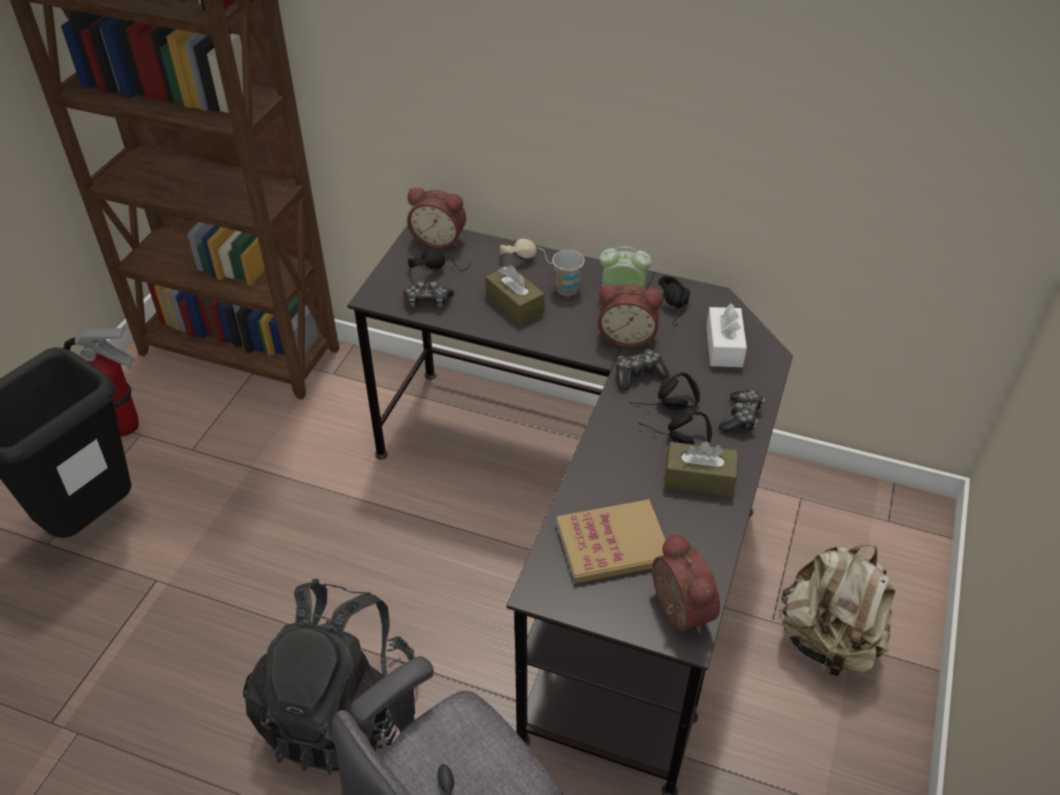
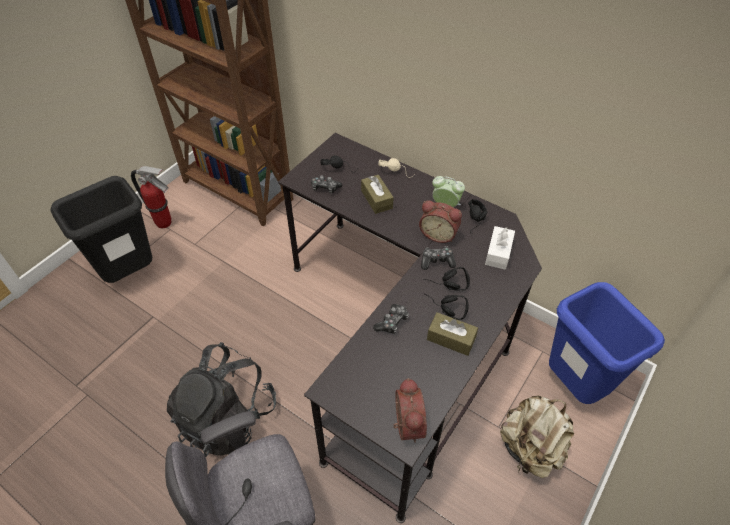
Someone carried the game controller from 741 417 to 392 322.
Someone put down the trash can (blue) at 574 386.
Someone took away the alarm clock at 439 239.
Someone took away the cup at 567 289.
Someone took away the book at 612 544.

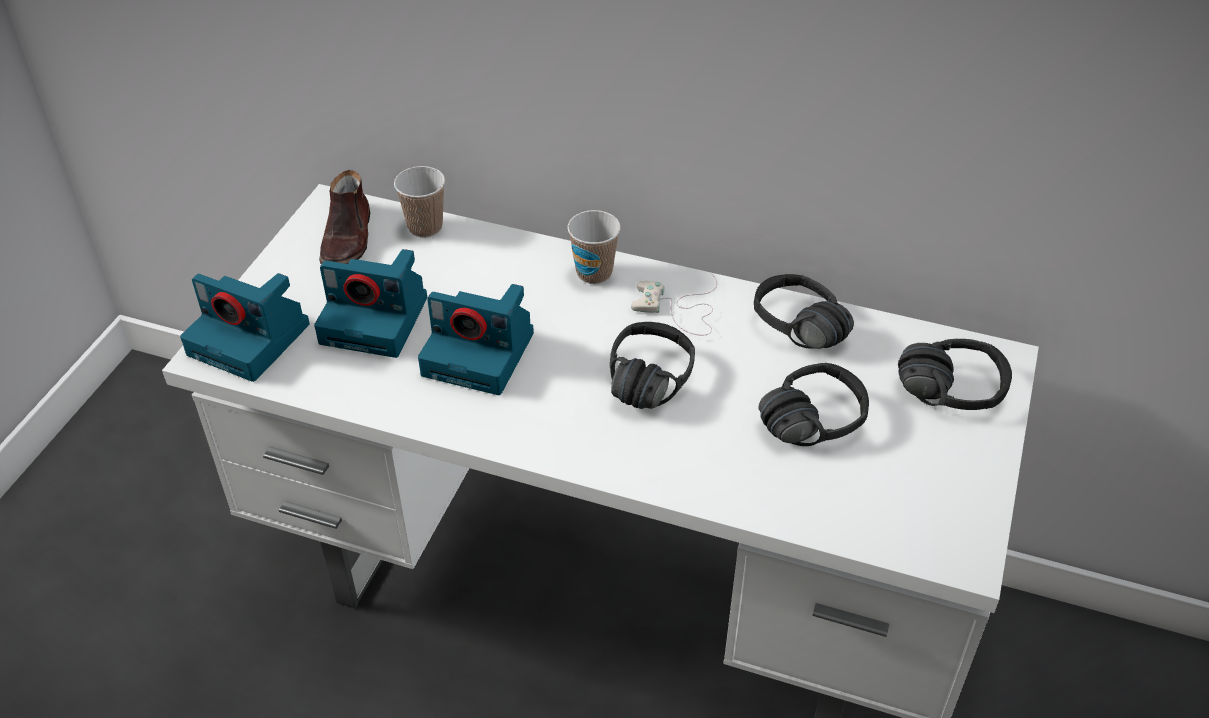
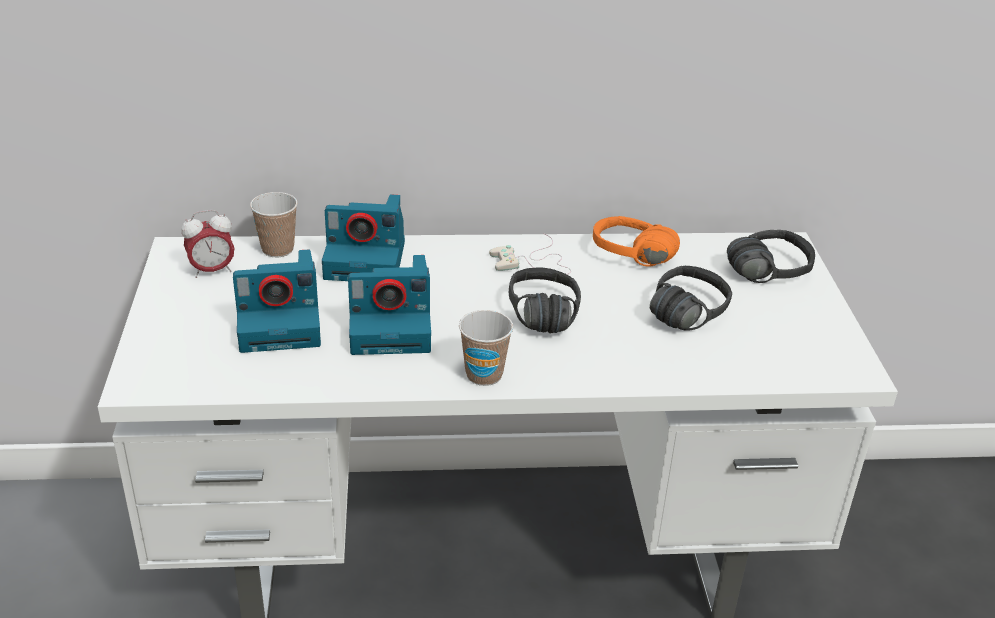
Someone swapped the shoe (brown) at 348 238 for the alarm clock at 212 271.
Someone carried the photo camera from 252 339 to 367 260.
Someone carried the cup from 594 273 to 484 375.
Someone repainted the headphones (black) at 790 334, which became the headphones (orange) at 629 261.

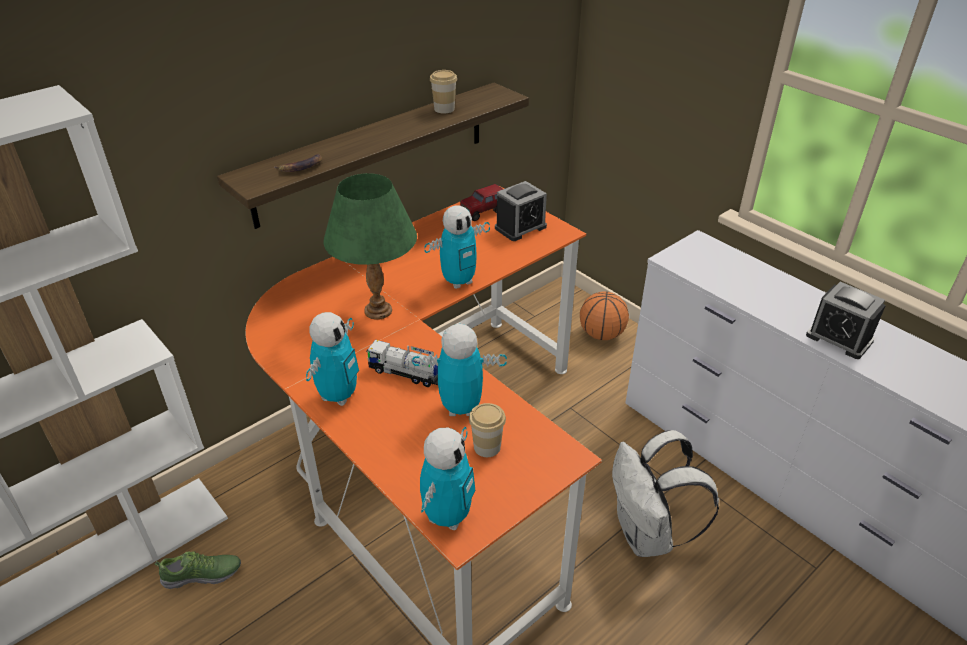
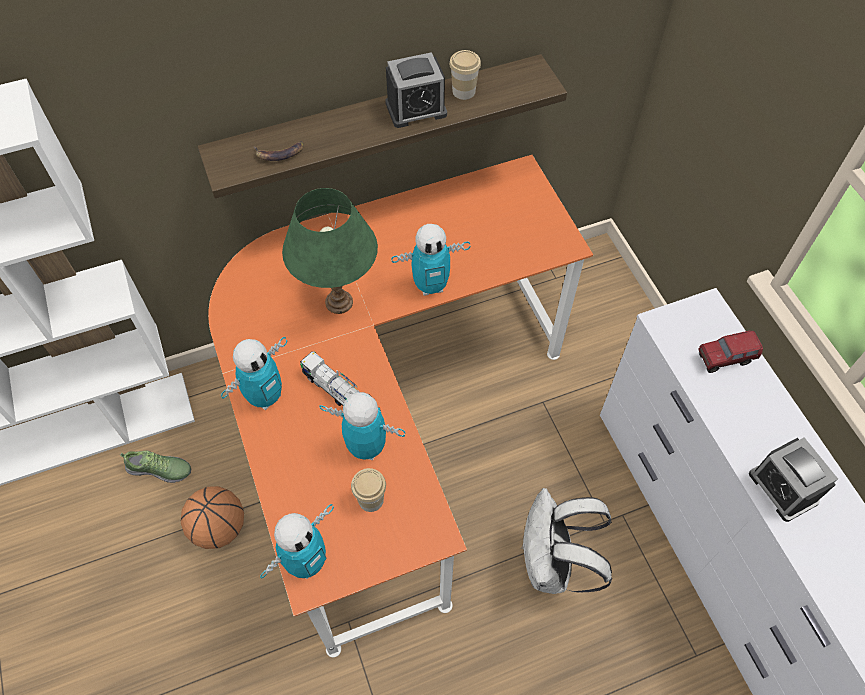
Someone carried the basketball from 601 334 to 219 527.
Someone carried the alarm clock from 520 227 to 416 109.
Someone carried the toy truck from 483 212 to 725 359.

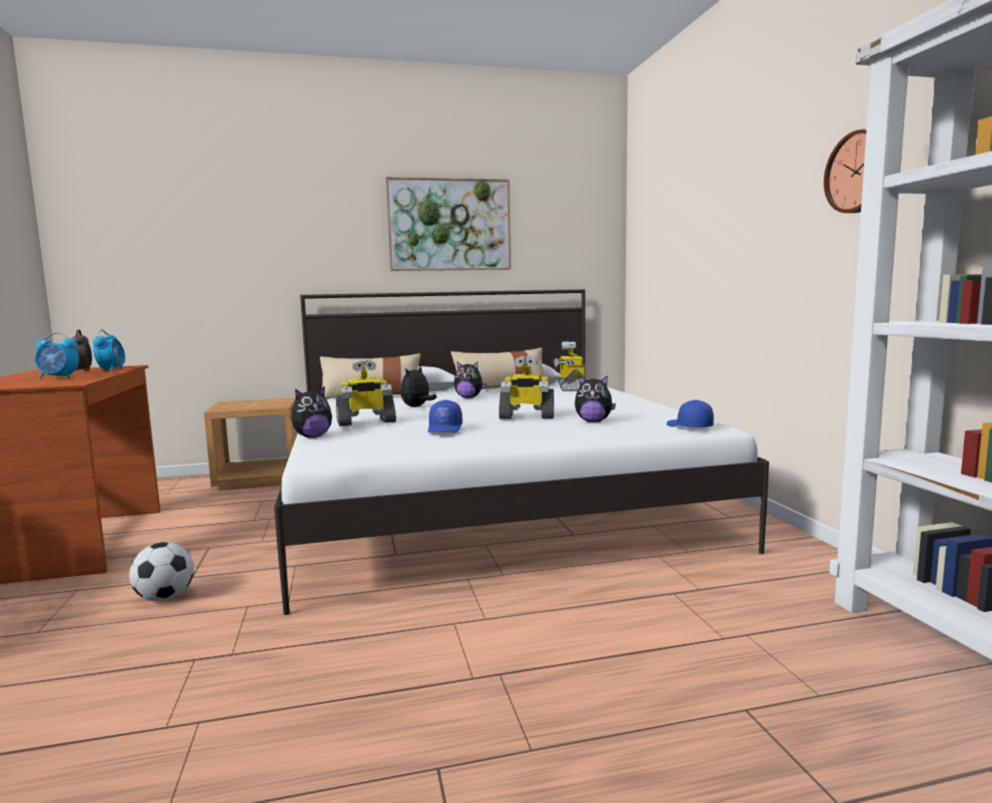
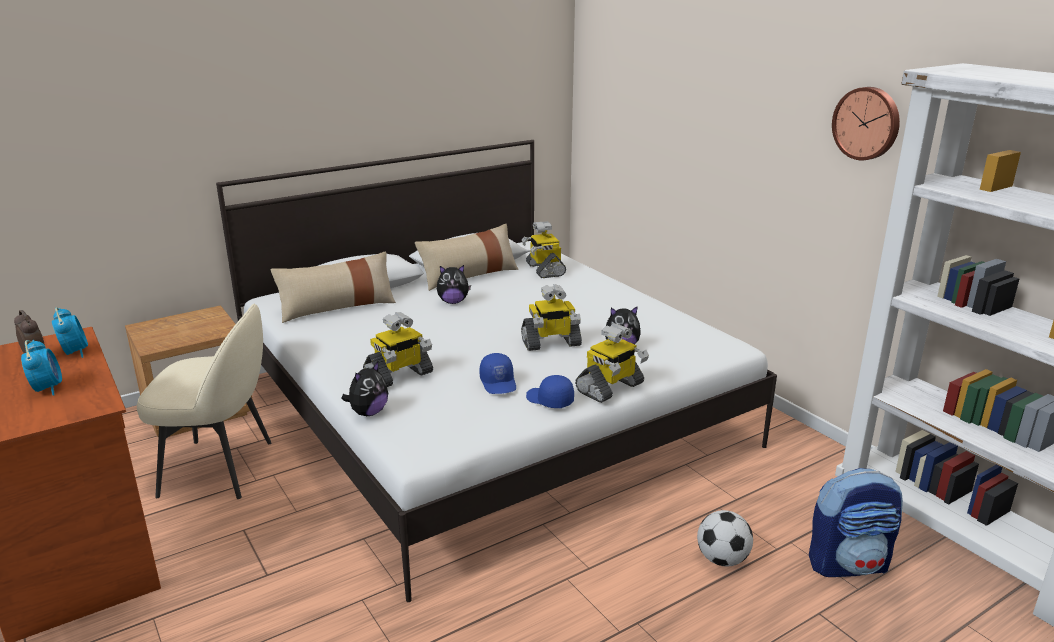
Someone rotated the alarm clock at 59 377 by 90 degrees counterclockwise.
Someone put down the chair (beige) at 220 468.
Someone carried the cap (blue) from 688 426 to 549 400.
Someone put down the toy robot at 610 388.
Someone carried the football from 165 598 to 722 559.
Someone put down the backpack at 848 564.
Someone took away the picture at 449 225.
Someone took away the plush toy at 417 407.

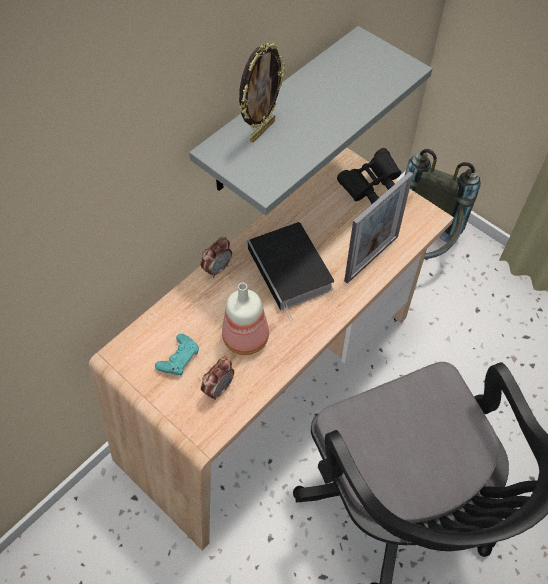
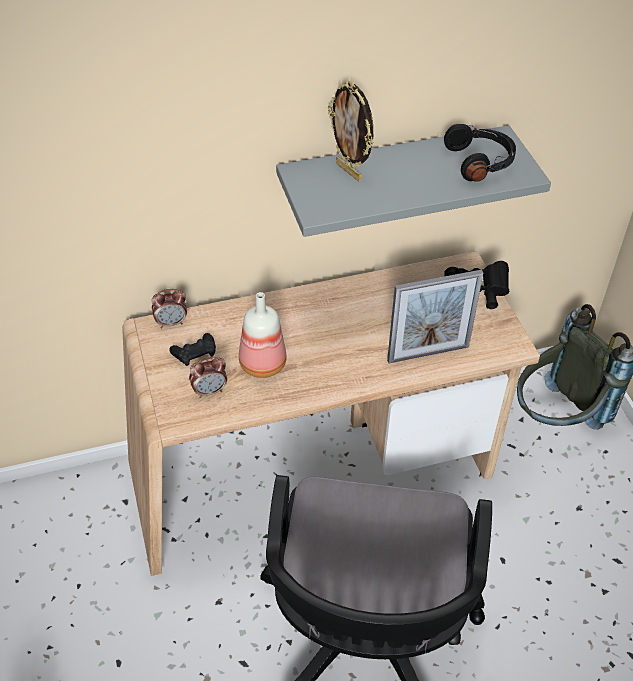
Someone carried the alarm clock from 217 269 to 171 323.
Someone repainted the game controller (turquoise) at 179 358, which became the game controller (black) at 194 353.
Someone rotated the picture frame at 261 130 by 75 degrees clockwise.
Someone put down the headphones (black) at 480 162.
Someone took away the book at 292 271.

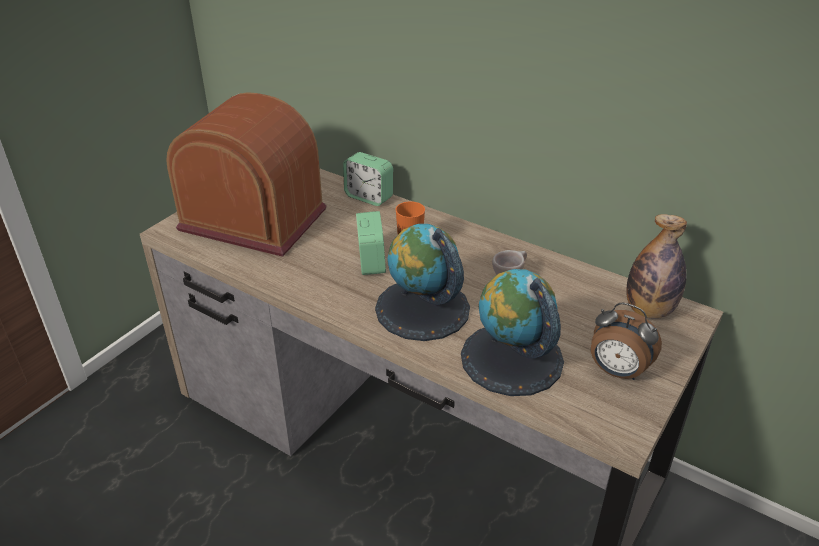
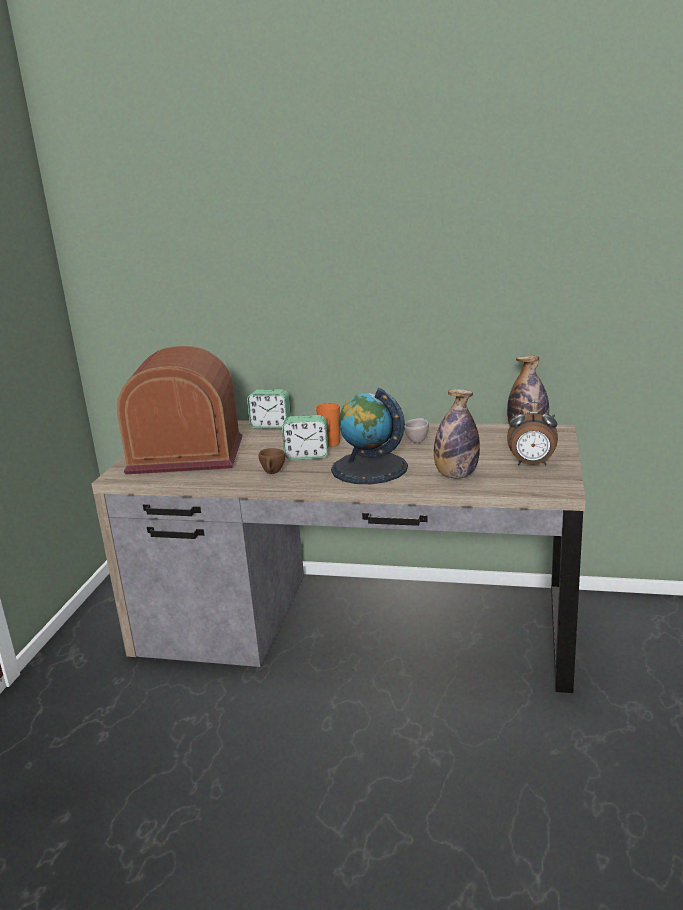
Someone put down the cup (brown) at 273 473.
Someone rotated the alarm clock at 371 262 by 120 degrees clockwise.
Someone swapped the globe at 511 359 for the bottle at 456 475.

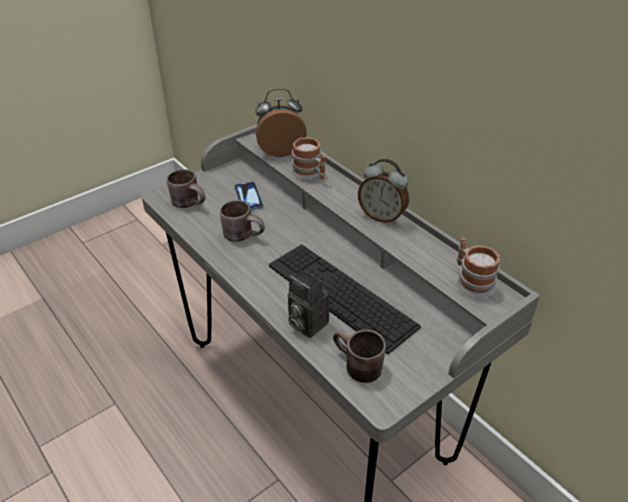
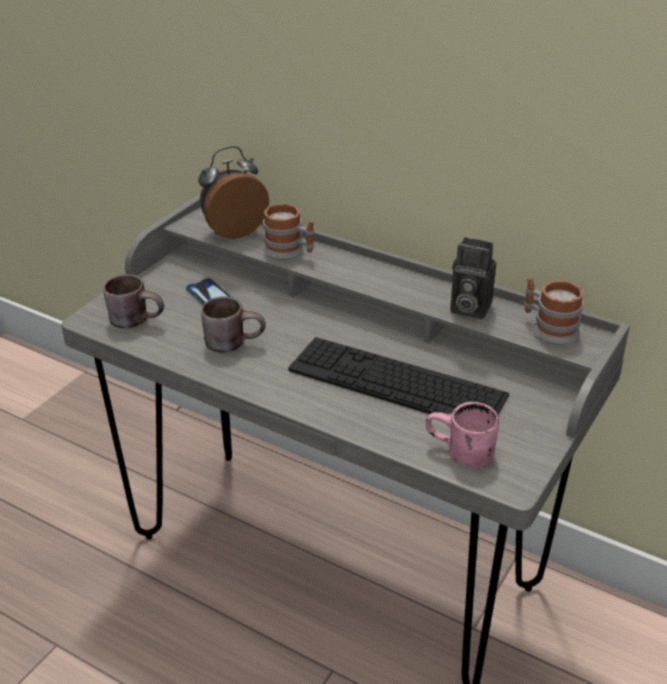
Someone repainted the mug (brown) at 355 367, which became the mug (pink) at 460 454.
Someone carried the photo camera from 305 323 to 467 308.
Someone took away the alarm clock at 382 216.

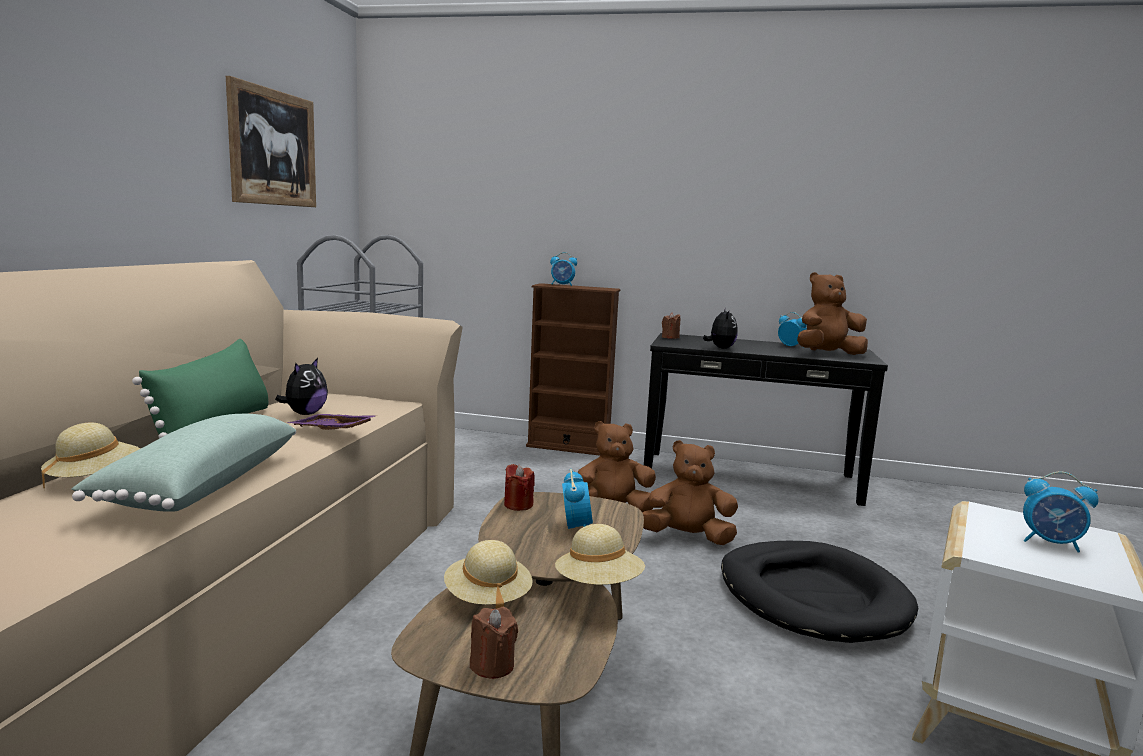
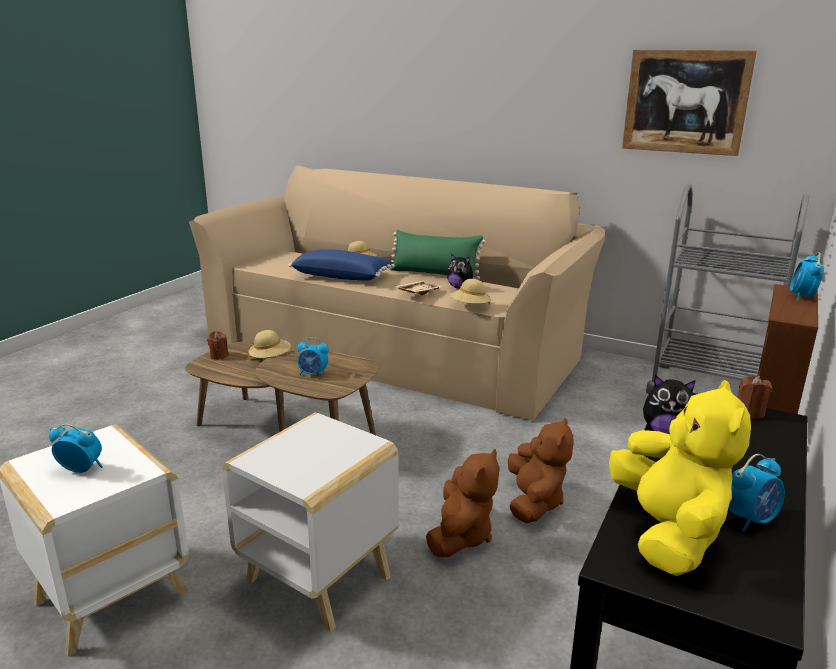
Someone rotated the alarm clock at 1051 543 by 60 degrees clockwise.
Someone swapped the dog bed (black) at 812 596 for the side table (white) at 321 579.
Someone repainted the pillow (green) at 199 485, which became the pillow (blue) at 342 277.
Someone repainted the tray (purple) at 331 431, which became the tray (beige) at 417 292.
Someone carried the hat (beige) from 598 585 to 470 307.
Someone repainted the plush toy (brown) at 827 354, which became the plush toy (yellow) at 667 533.
Someone took away the candle (red) at 518 505.

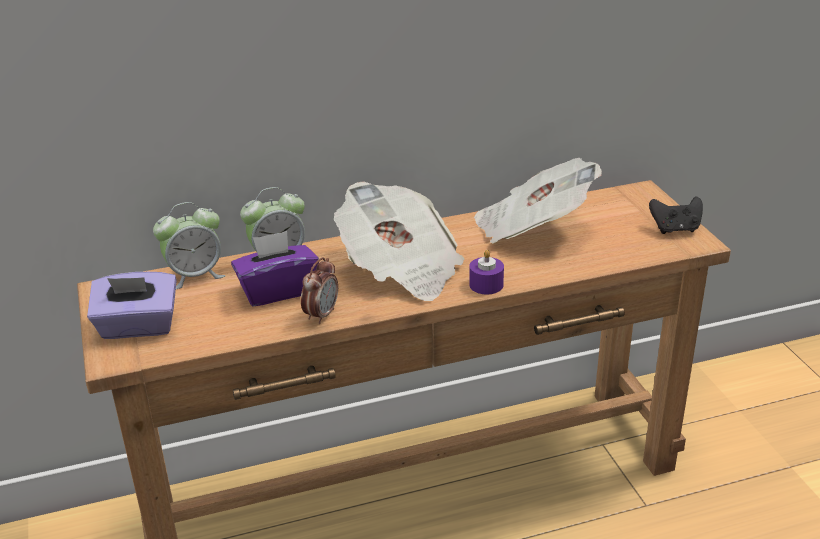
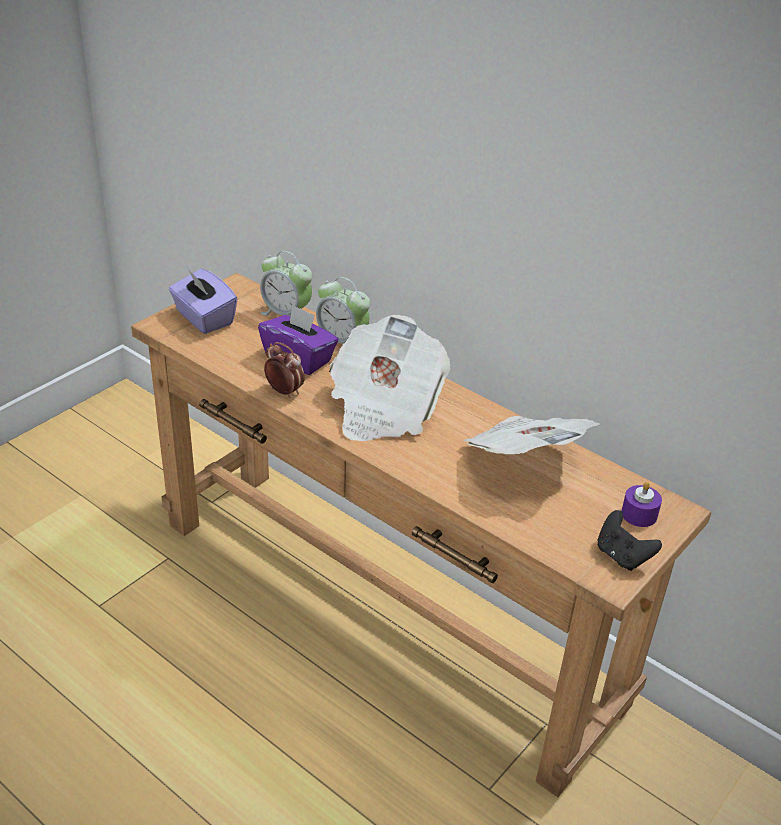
Someone rotated the alarm clock at 321 315 by 135 degrees counterclockwise.
Someone carried the candle (purple) from 486 285 to 639 514.

